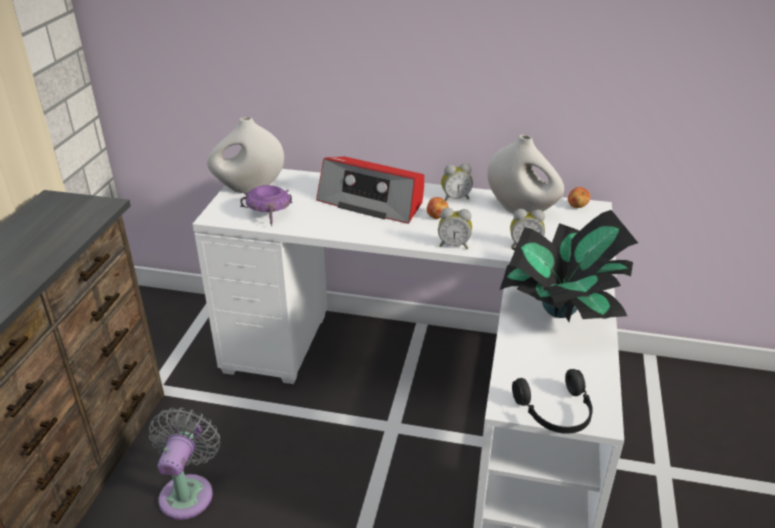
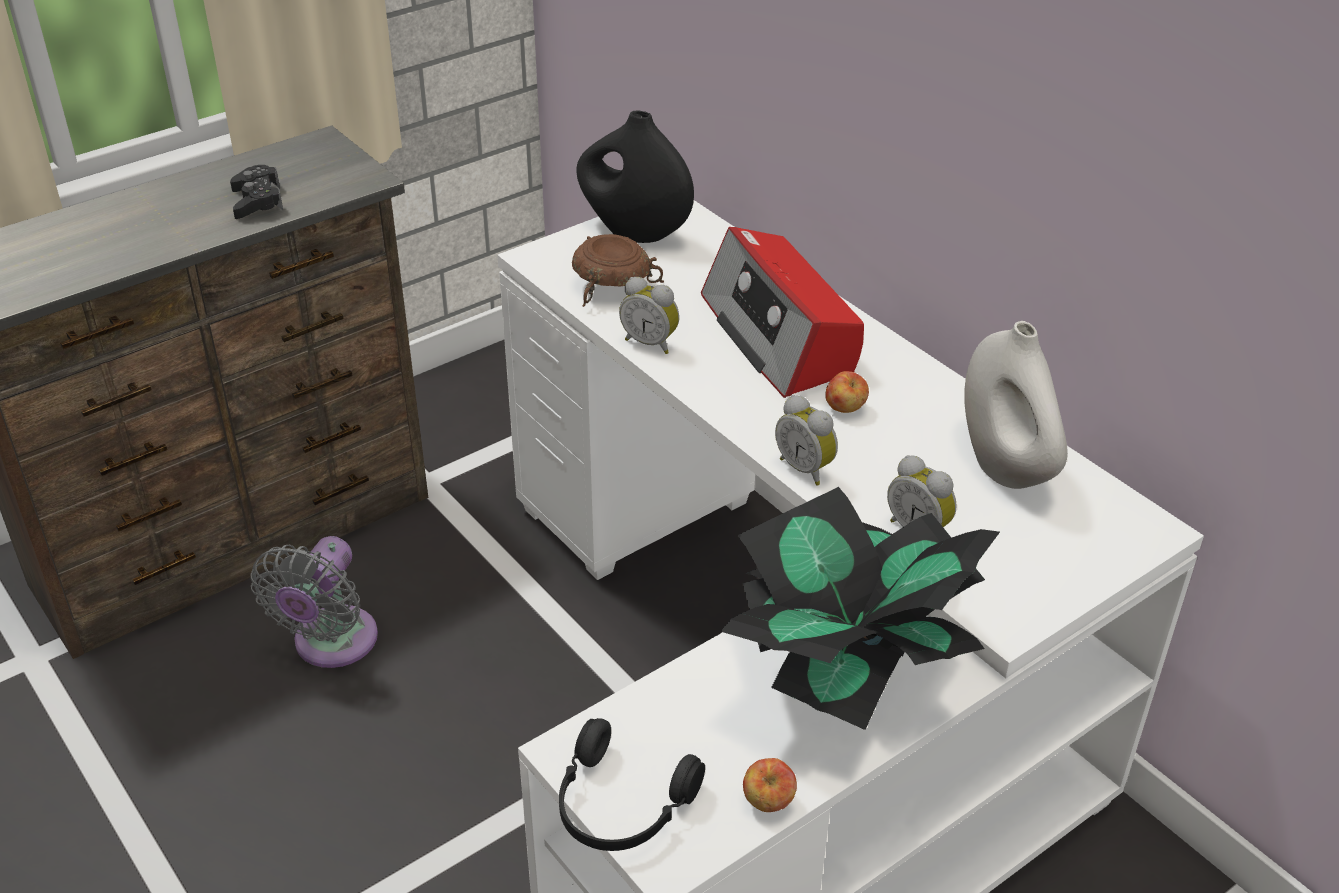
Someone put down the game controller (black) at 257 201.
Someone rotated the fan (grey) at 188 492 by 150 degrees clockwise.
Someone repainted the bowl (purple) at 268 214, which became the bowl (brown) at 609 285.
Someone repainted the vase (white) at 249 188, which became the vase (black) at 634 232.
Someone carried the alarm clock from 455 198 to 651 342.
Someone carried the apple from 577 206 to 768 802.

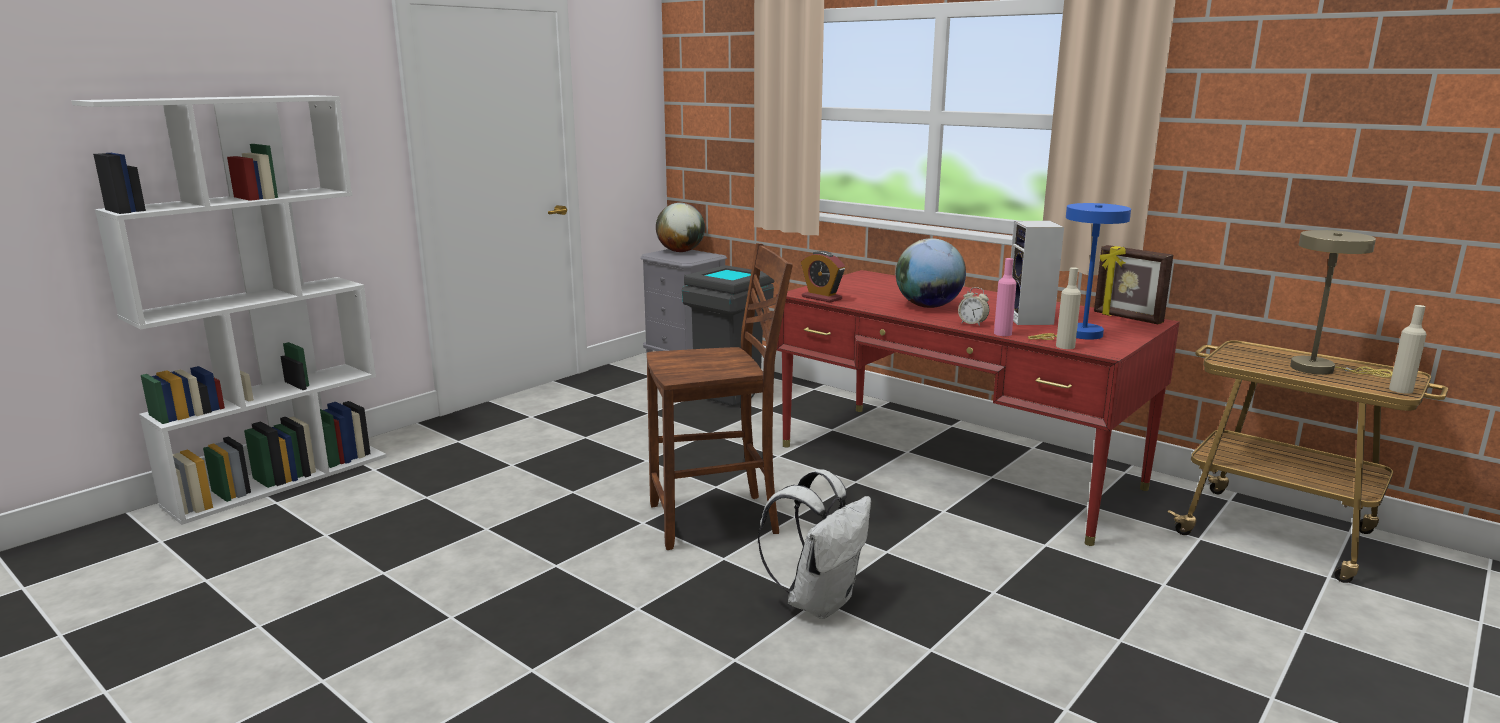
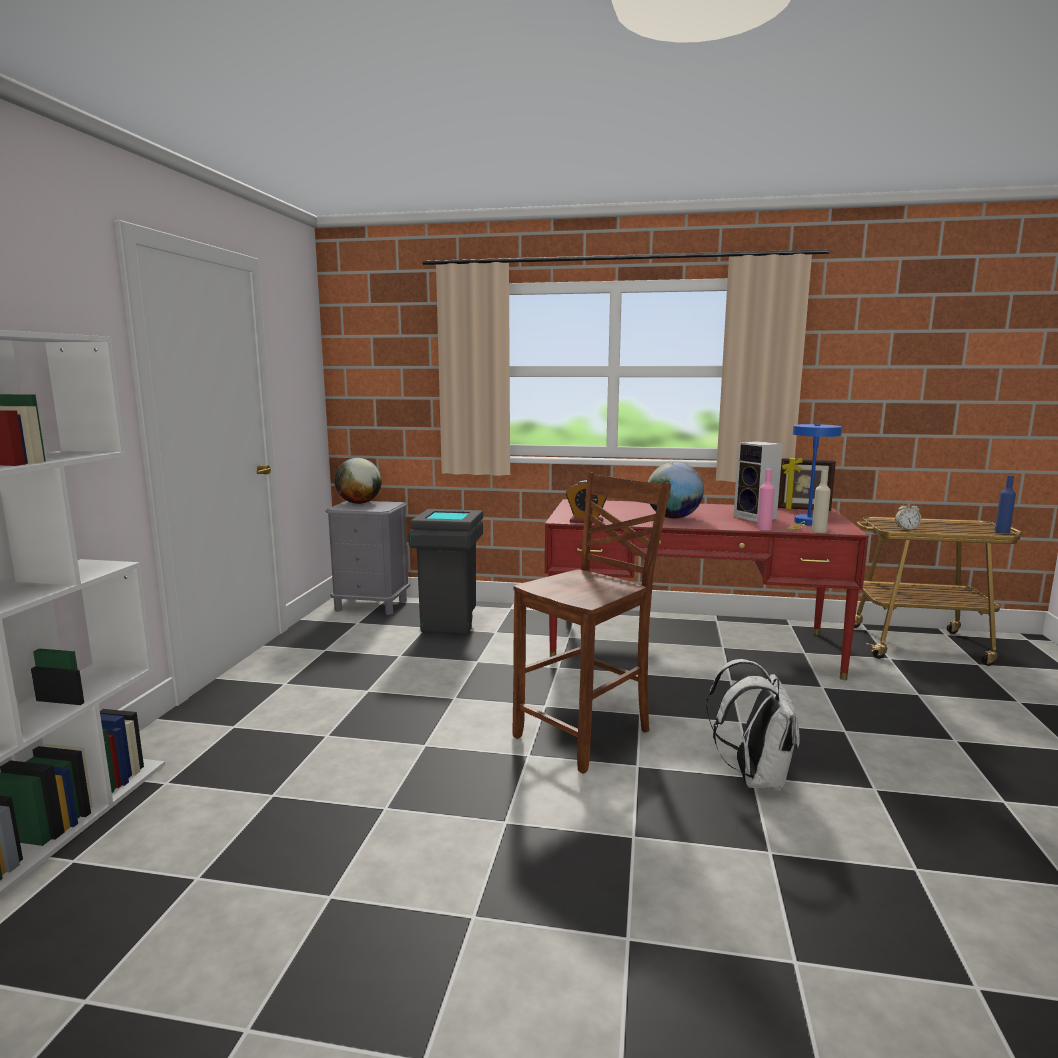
Someone carried the alarm clock from 972 323 to 906 529.
Someone repainted the bottle (beige) at 1401 390, which became the bottle (blue) at 1002 531.
Someone took away the table lamp (beige) at 1320 369.

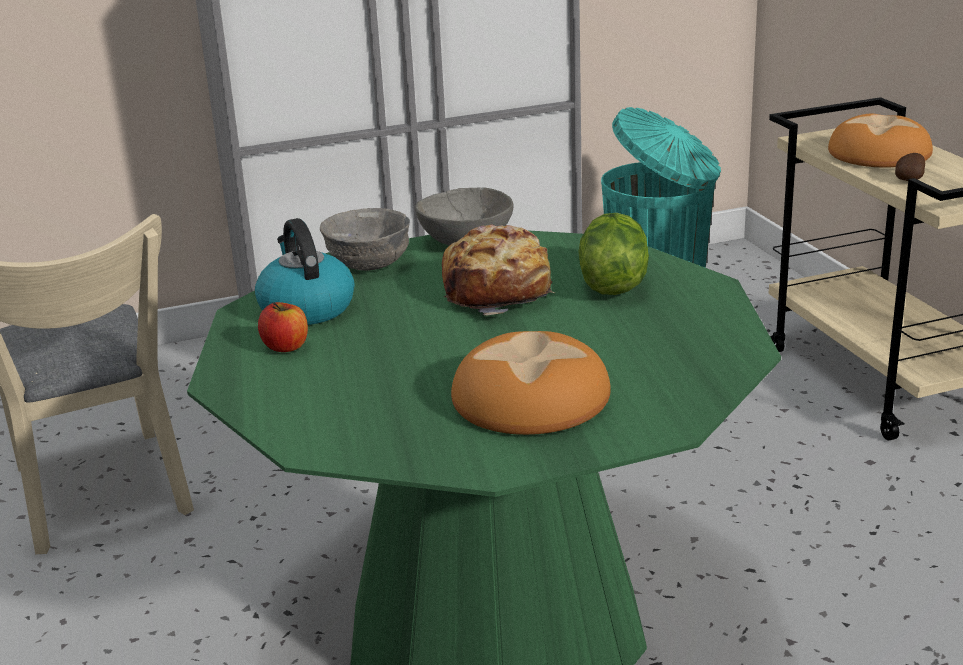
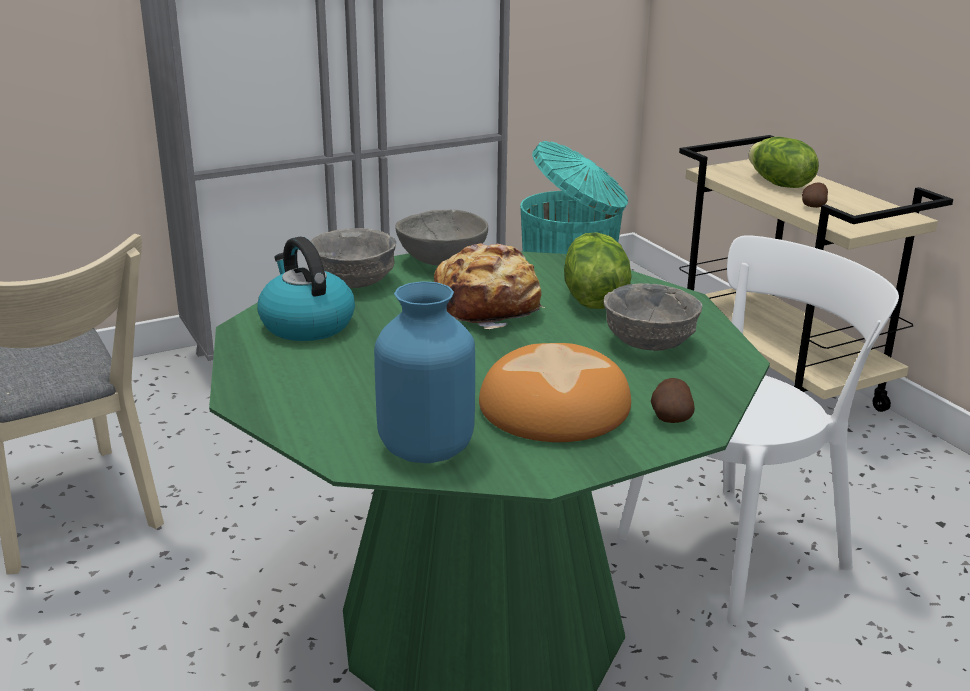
Someone put down the vase (blue) at 428 449.
Someone put down the bowl (grey) at 647 344.
Someone put down the chair (white) at 740 547.
Someone put down the potato at 670 417.
Someone swapped the bread at 878 154 for the lettuce at 779 184.
Someone took away the apple at 286 347.

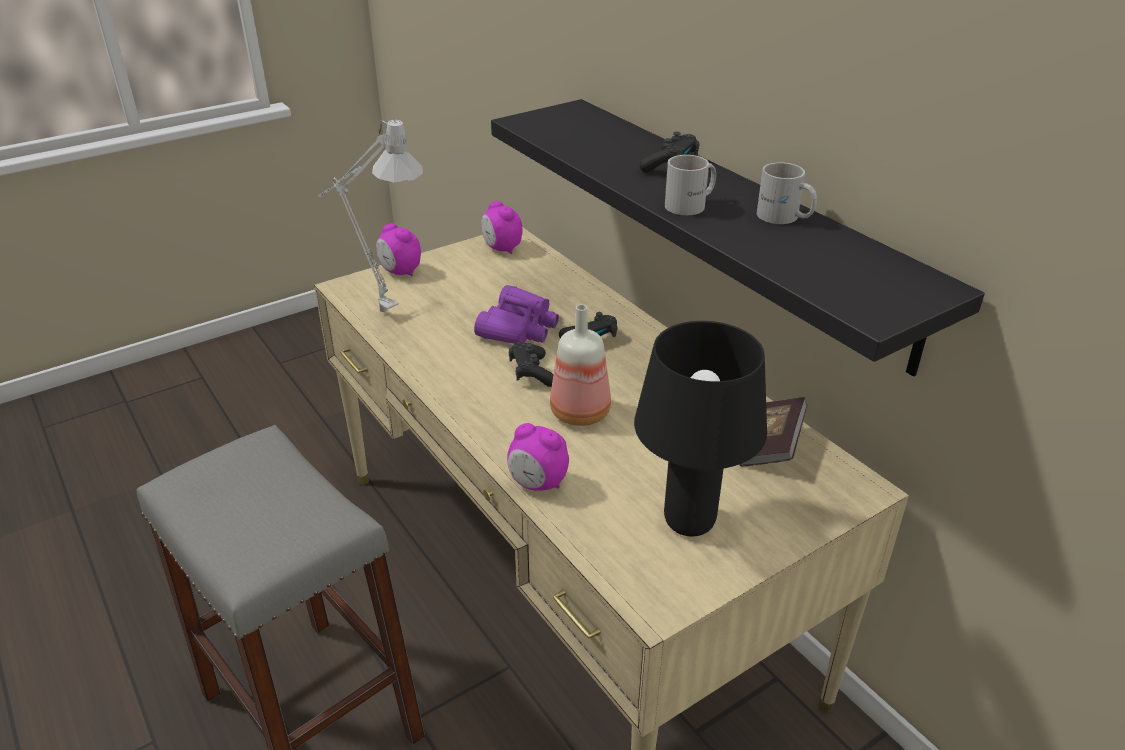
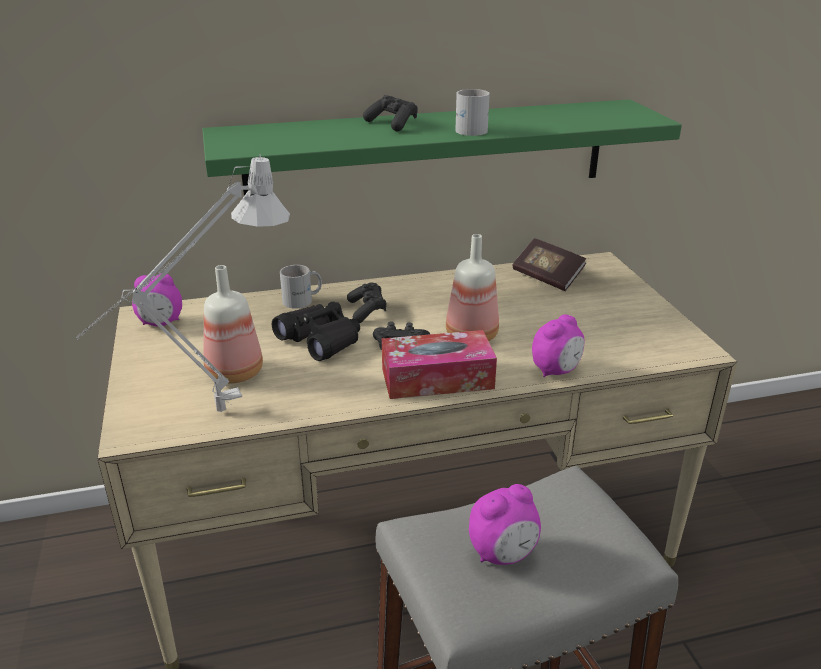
Someone repainted the shelf (black) at 736 223, which became the shelf (green) at 429 153.
Someone put down the bottle at 233 372.
Someone repainted the binoculars (purple) at 518 328, which became the binoculars (black) at 320 340.
Someone carried the mug (white) from 783 218 to 303 300.
Someone put down the tissue box at 437 378.
Someone carried the alarm clock from 400 272 to 503 554.
Someone took away the table lamp (black) at 688 521.

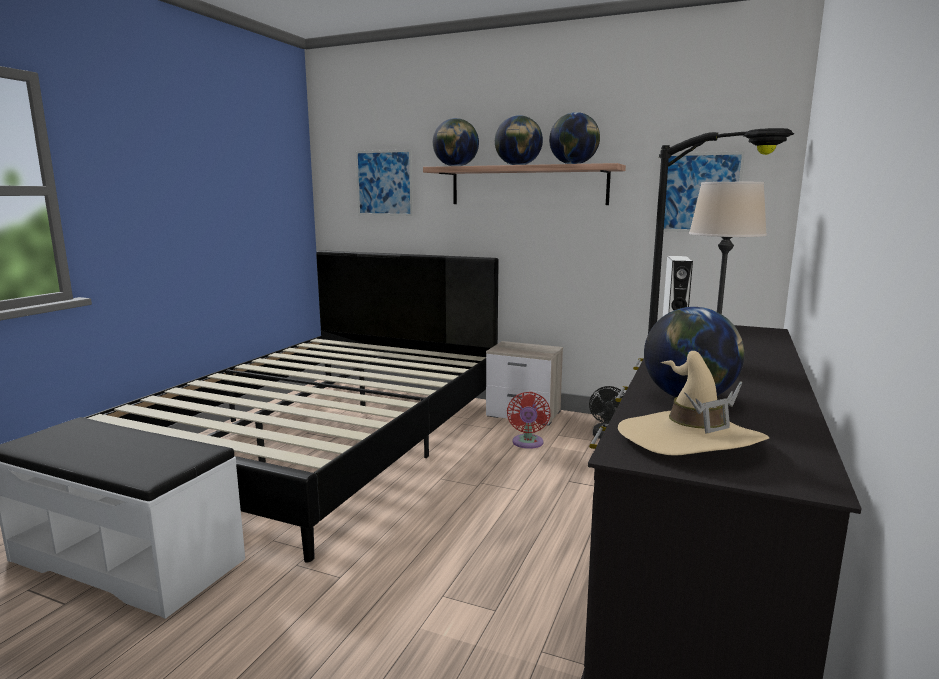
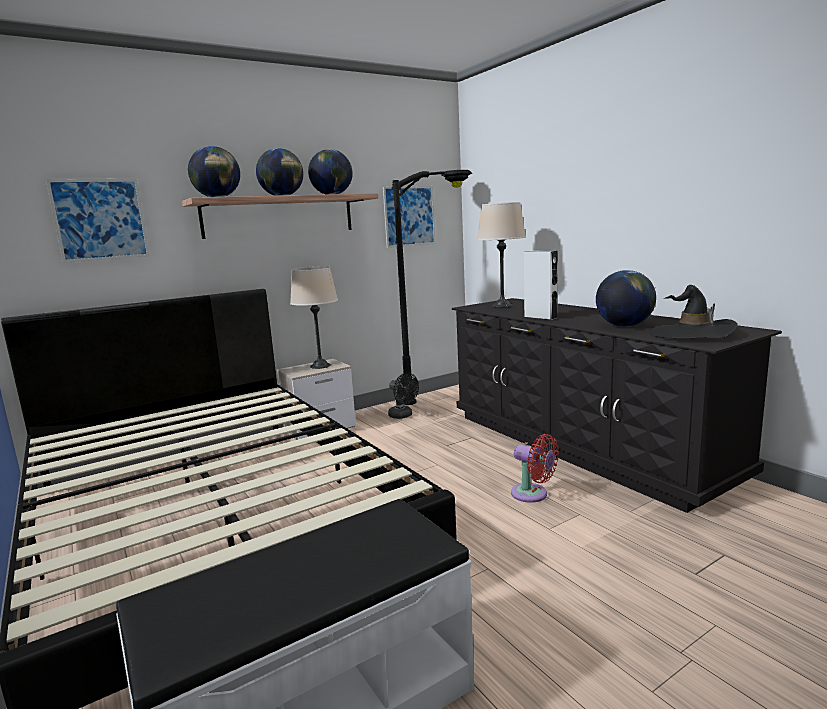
Someone put down the table lamp (beige) at 320 366.
Someone carried the fan (red) from 527 443 to 532 495.
Someone repainted the hat (beige) at 689 440, which became the hat (black) at 691 334.

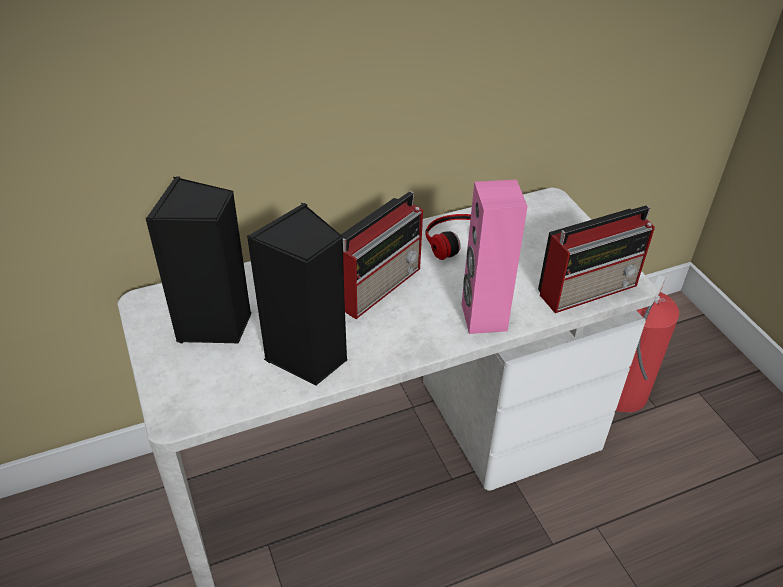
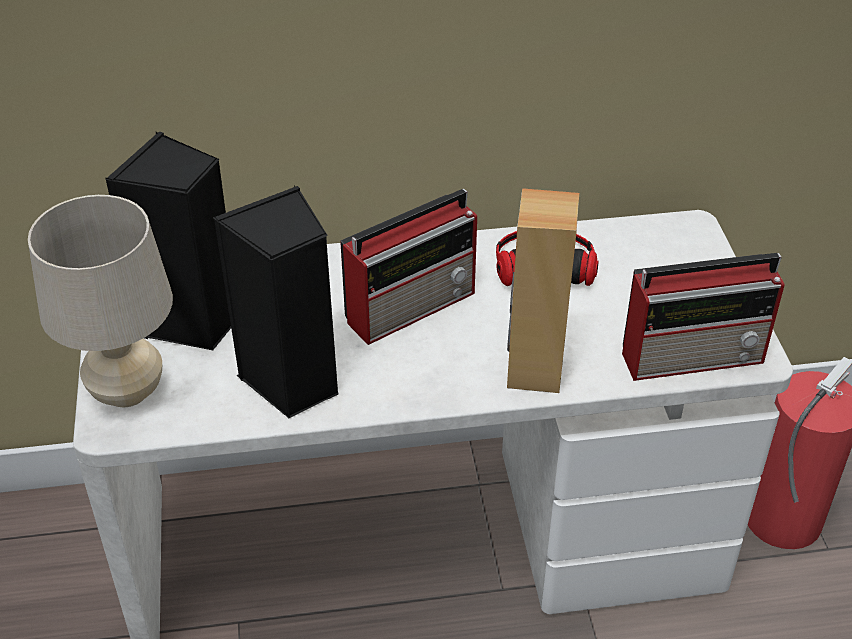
Someone put down the table lamp (beige) at 127 391.
Someone repainted the speaker (pink) at 483 317, which became the speaker (brown) at 533 370.

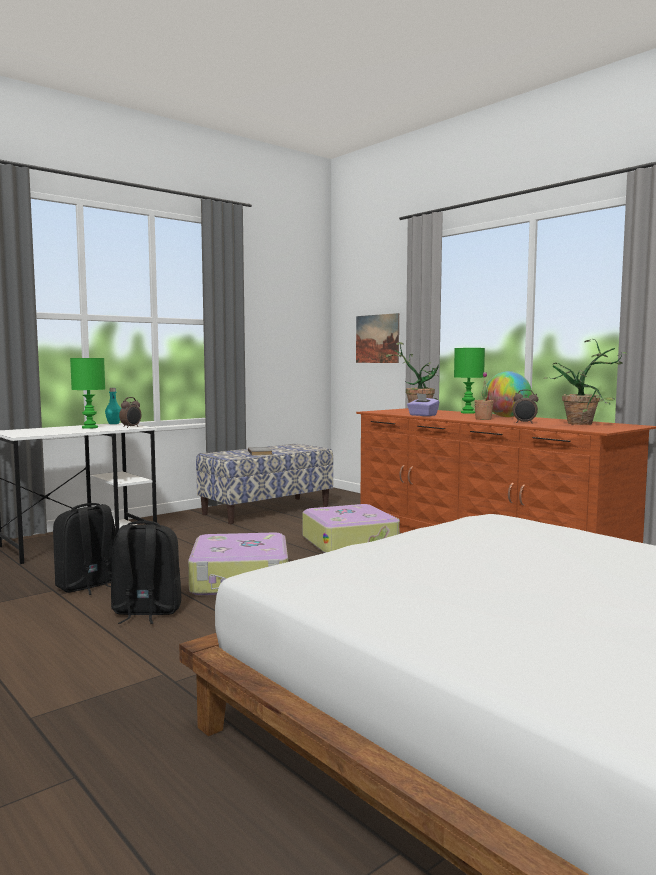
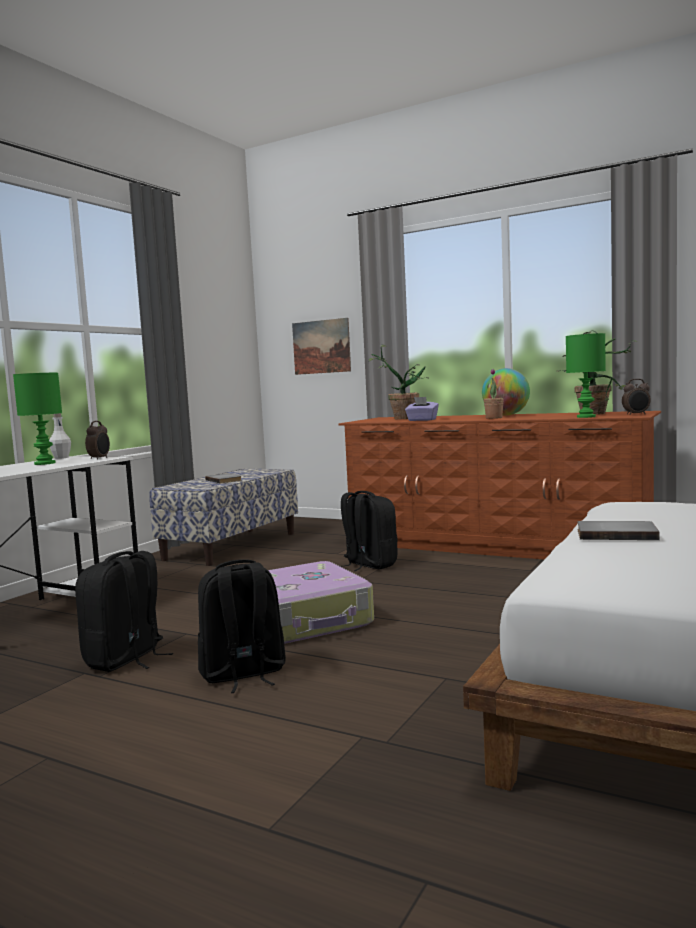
Someone repainted the bottle (turquoise) at 113 423, which became the bottle (white) at 61 458.
Someone swapped the suitcase at 350 542 for the backpack (black) at 368 565.
Someone carried the table lamp (green) from 468 413 to 587 417.
Someone put down the book (grey) at 616 534.
Someone carried the alarm clock from 524 423 to 636 414.

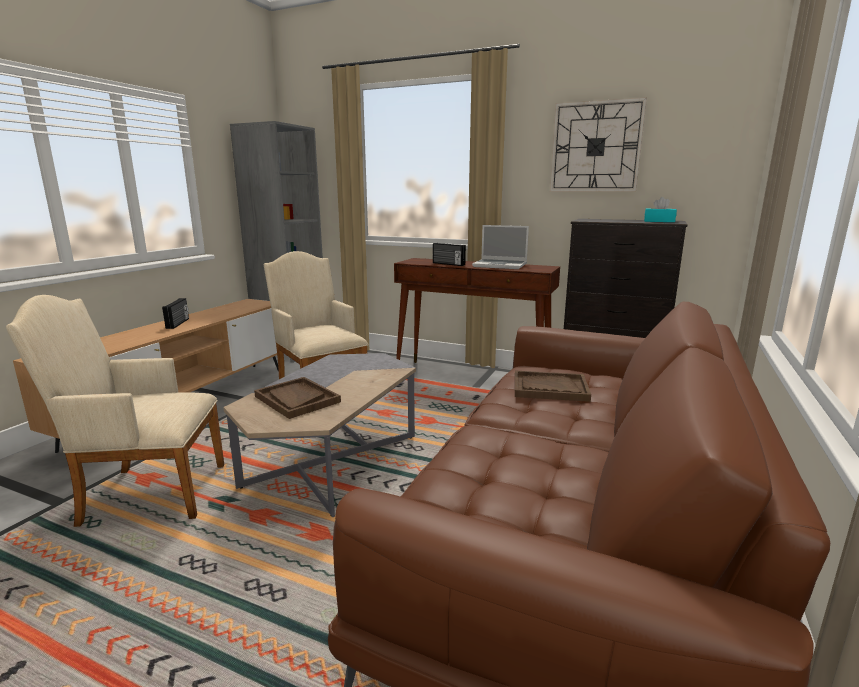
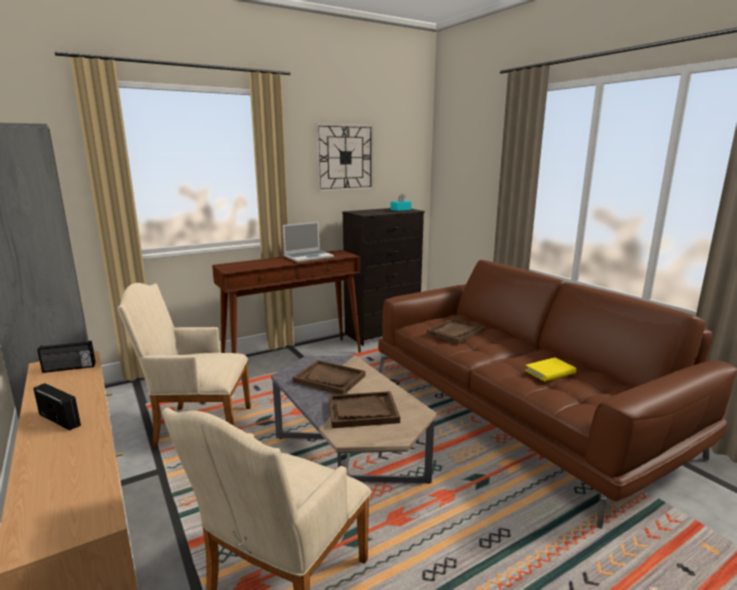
Someone carried the radio from 448 264 to 69 368.
Someone put down the tray (brown) at 330 379.
Someone put down the book (yellow) at 550 372.

